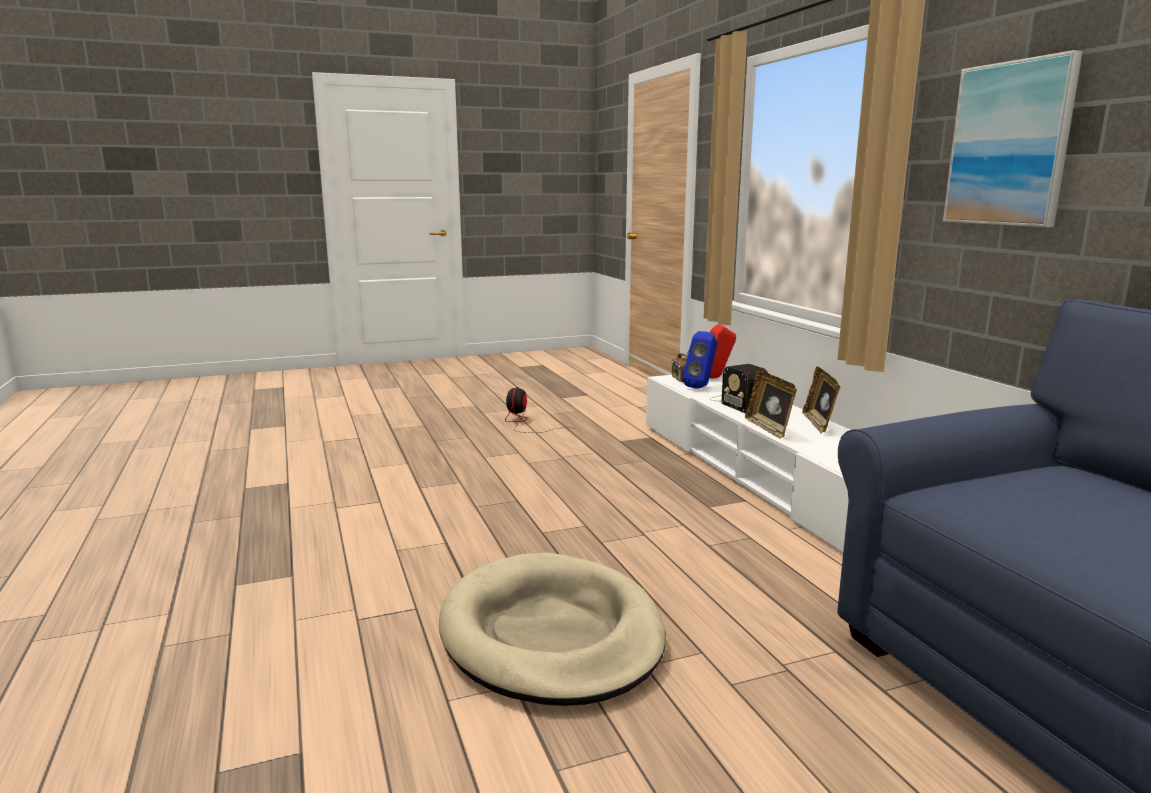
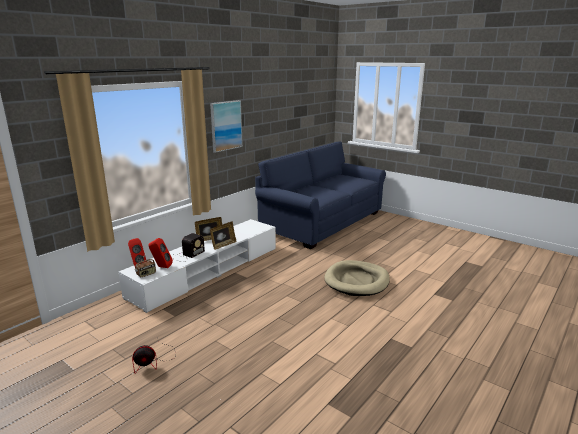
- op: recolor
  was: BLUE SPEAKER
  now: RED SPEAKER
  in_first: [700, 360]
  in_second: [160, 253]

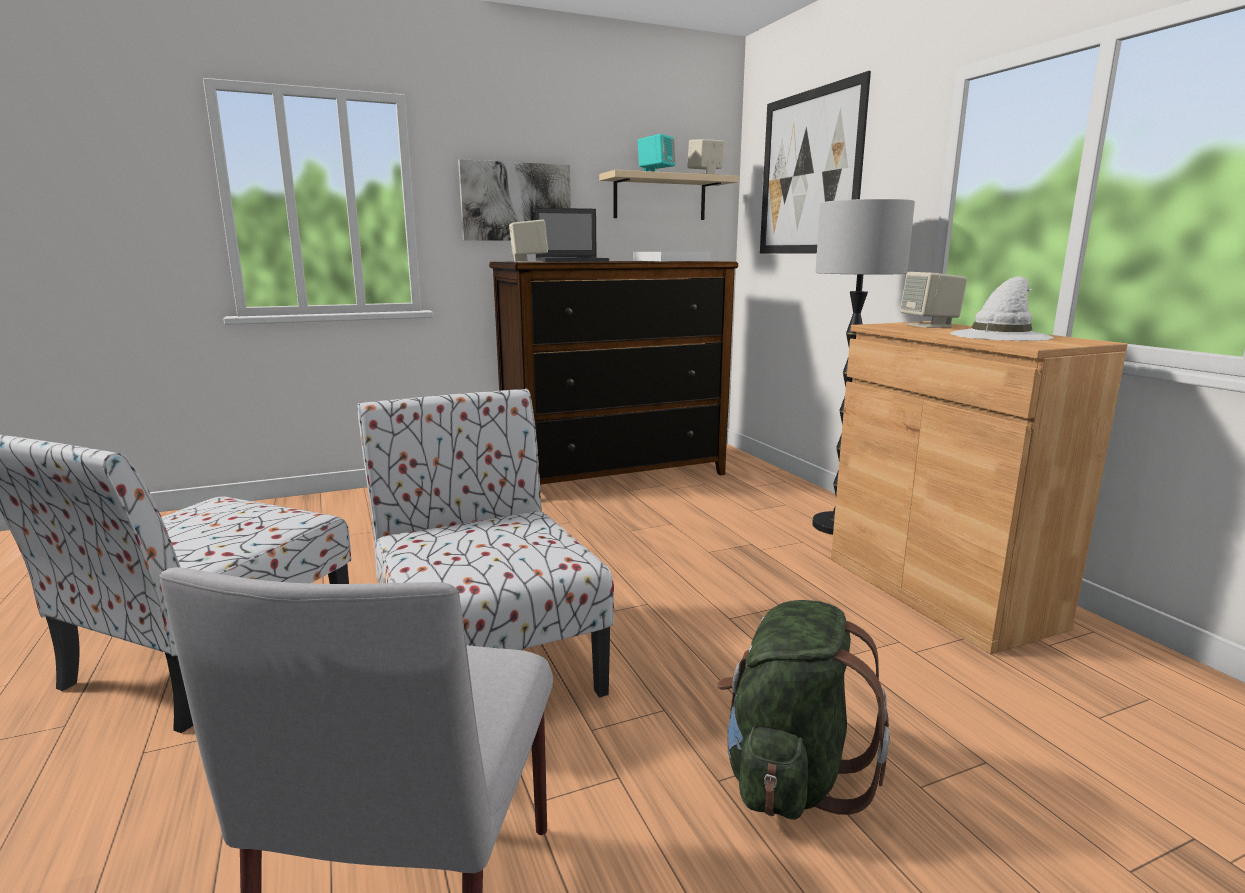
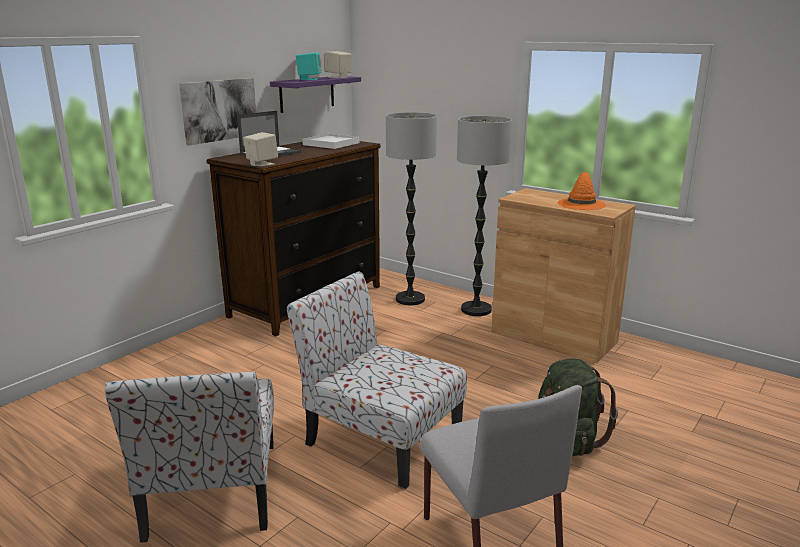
- op: recolor
  was: BEIGE SHELF
  now: PURPLE SHELF
  in_first: [668, 195]
  in_second: [315, 94]
- op: insert
  now: FLOOR LAMP
  in_second: [411, 208]
- op: recolor
  was: WHITE HAT
  now: ORANGE HAT
  in_first: [1002, 308]
  in_second: [582, 191]
- op: delete
  was: PICTURE
  in_first: [815, 162]
- op: delete
  was: BEIGE SPEAKER
  in_first: [933, 300]

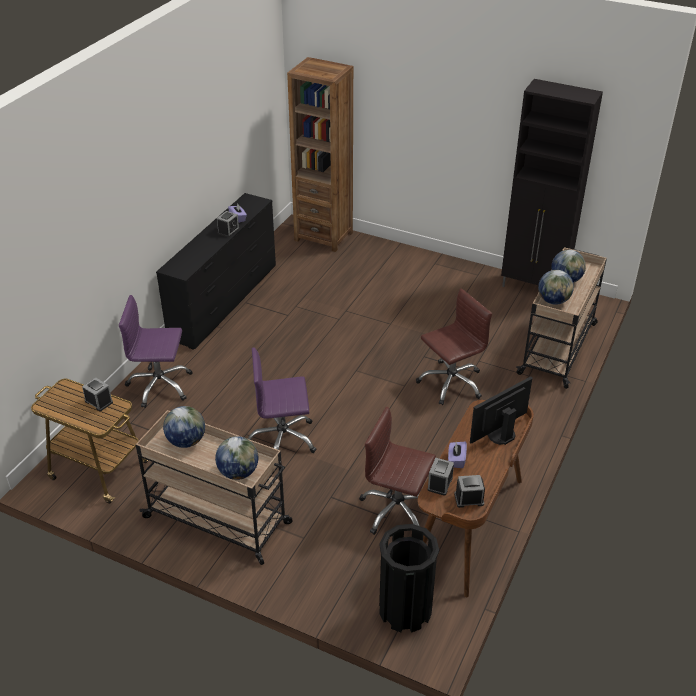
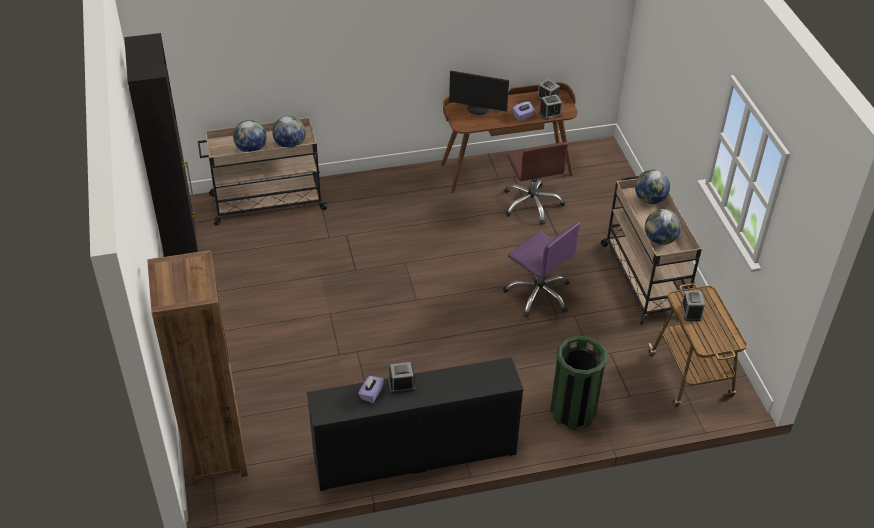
- op: replace
  was: PURPLE OFFICE CHAIR
  now: GREEN TRASH CAN
  in_first: [156, 351]
  in_second: [578, 382]
- op: delete
  was: BLACK TRASH CAN
  in_first: [409, 578]
- op: delete
  was: BROWN OFFICE CHAIR
  in_first: [454, 346]

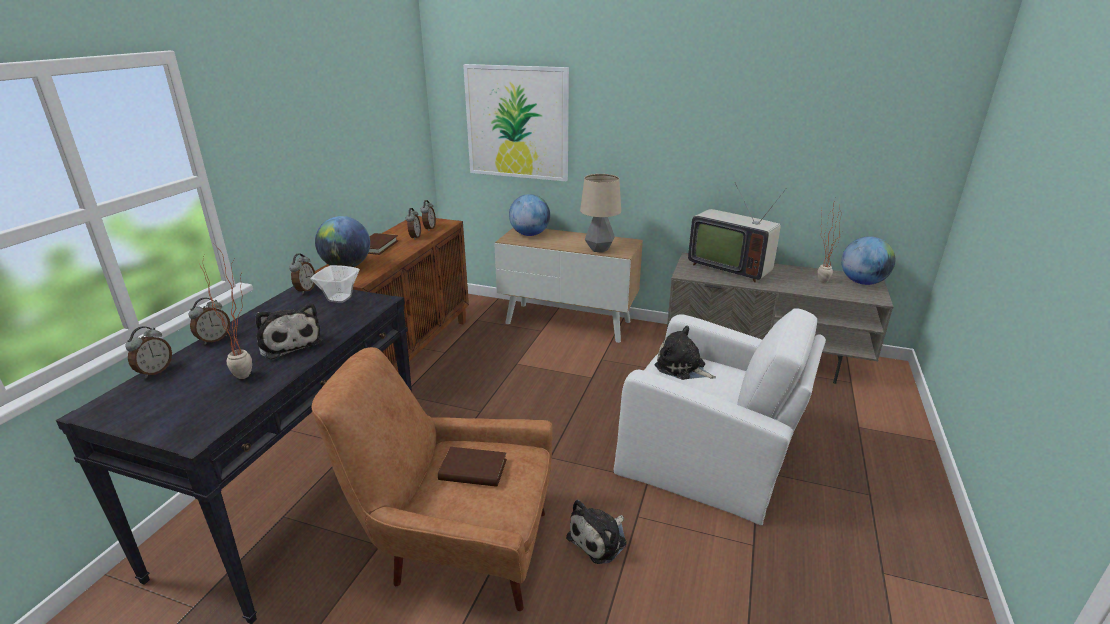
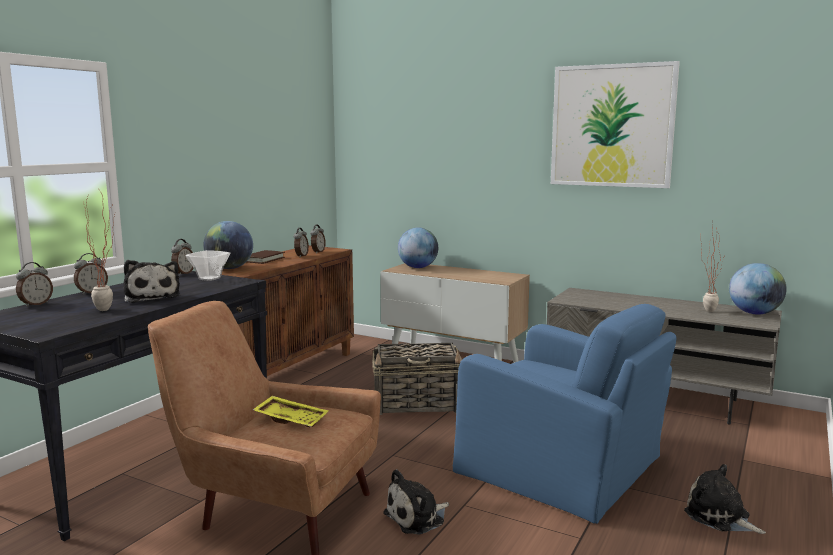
- op: replace
  was: BROWN BOOK
  now: YELLOW TRAY
  in_first: [472, 467]
  in_second: [290, 411]
- op: insert
  now: BASKET
  in_second: [417, 379]
- op: recolor
  was: WHITE ARMCHAIR
  now: BLUE ARMCHAIR
  in_first: [720, 417]
  in_second: [564, 414]
- op: move
  was: PICTURE
  in_first: [516, 122]
  in_second: [615, 124]
- op: move
  was: PLUSH TOY
  in_first: [685, 353]
  in_second: [725, 499]
- op: delete
  was: TABLE LAMP
  in_first: [600, 213]
- op: delete
  was: TELEVISION
  in_first: [737, 232]

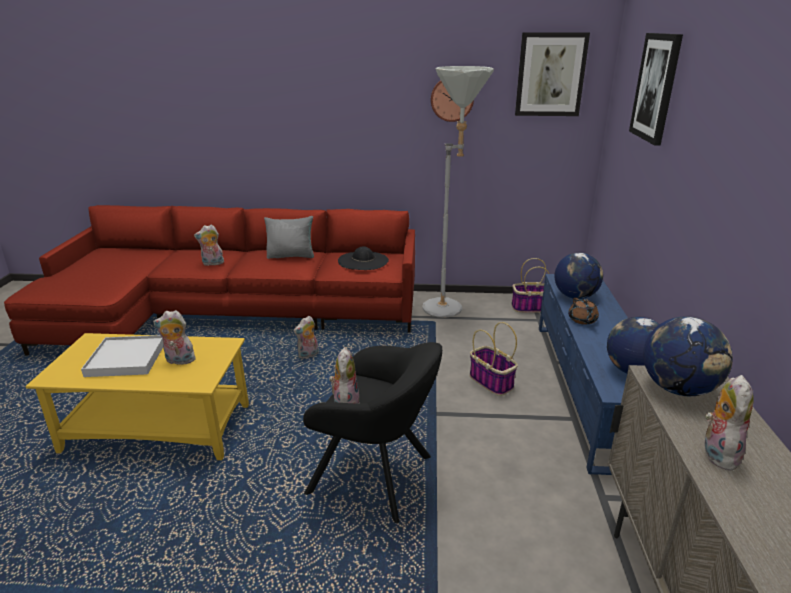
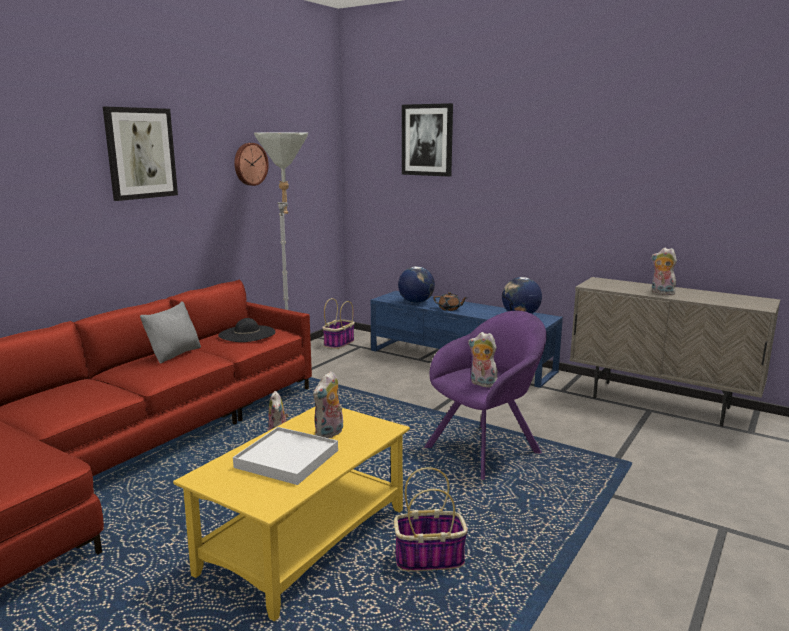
- op: move
  was: PICTURE
  in_first: [552, 74]
  in_second: [140, 154]
- op: move
  was: BASKET
  in_first: [494, 359]
  in_second: [431, 519]
- op: recolor
  was: BLACK ARMCHAIR
  now: PURPLE ARMCHAIR
  in_first: [372, 432]
  in_second: [485, 395]
- op: delete
  was: PLUSH TOY
  in_first: [209, 245]
- op: delete
  was: GLOBE
  in_first: [688, 356]

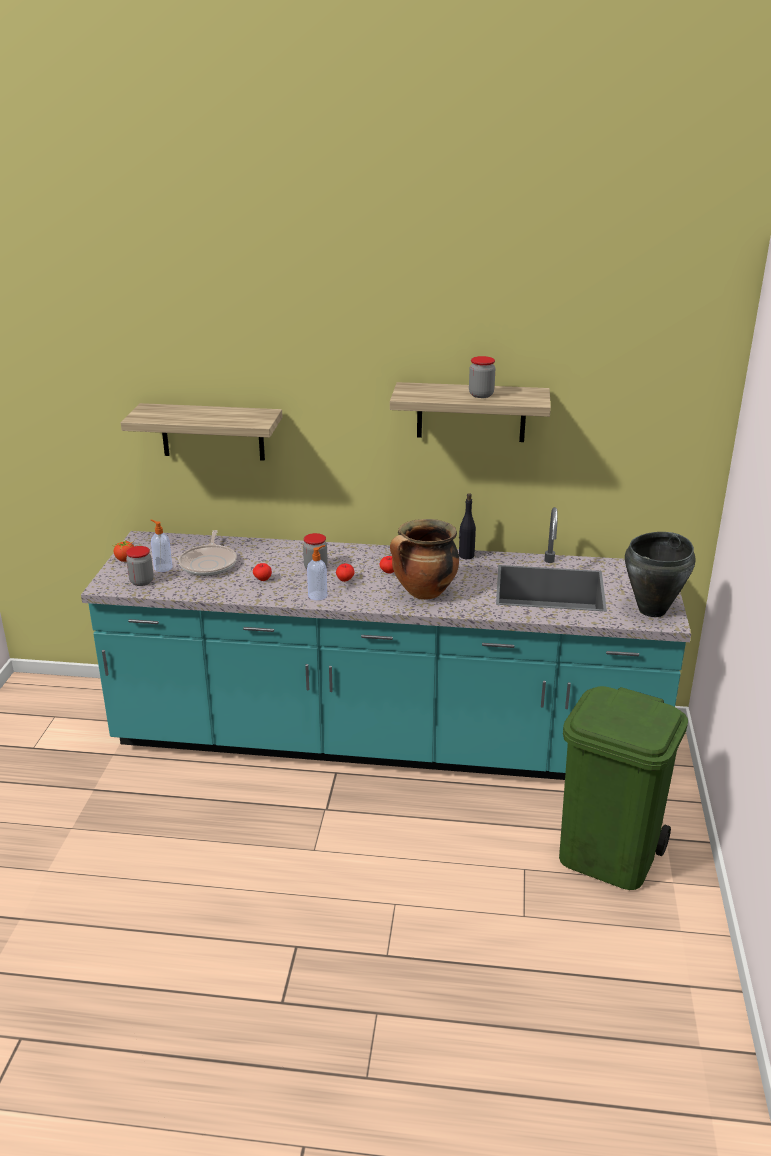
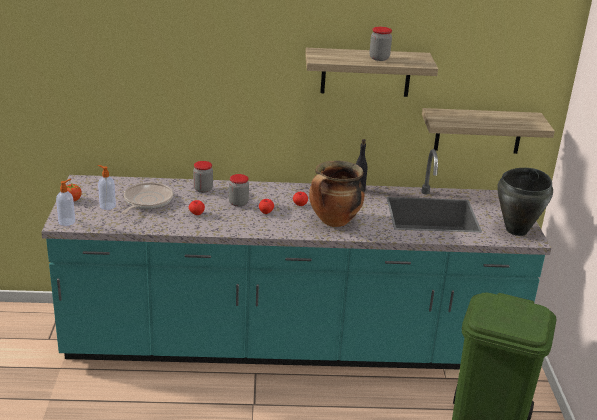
- op: move
  was: SOAP DISPENSER
  in_first: [317, 572]
  in_second: [65, 202]
- op: rotate
  was: FRYING PAN
  in_first: [208, 553]
  in_second: [147, 198]
  clockwise: -150
- op: move
  was: JAR
  in_first: [140, 566]
  in_second: [203, 177]
- op: move
  was: SHELF
  in_first: [201, 432]
  in_second: [488, 131]

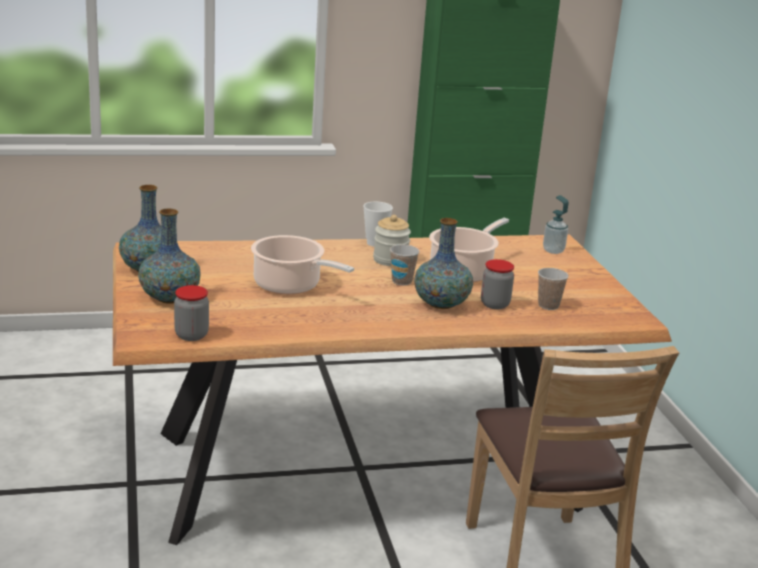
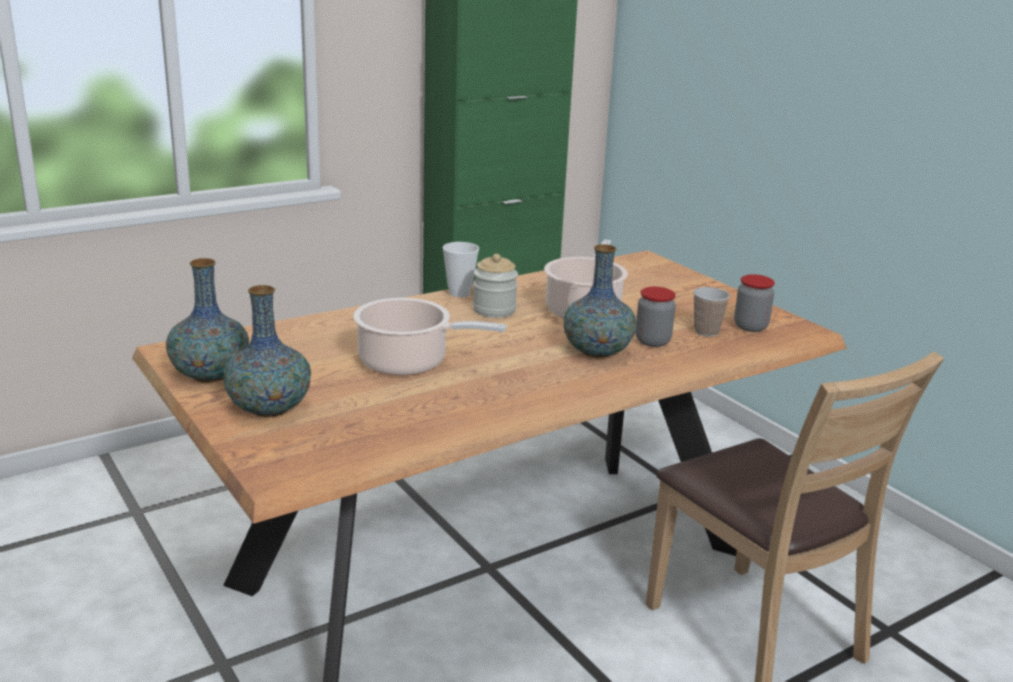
- op: move
  was: JAR
  in_first: [191, 313]
  in_second: [754, 303]
- op: delete
  was: CUP
  in_first: [405, 265]
- op: delete
  was: SOAP DISPENSER
  in_first: [556, 224]

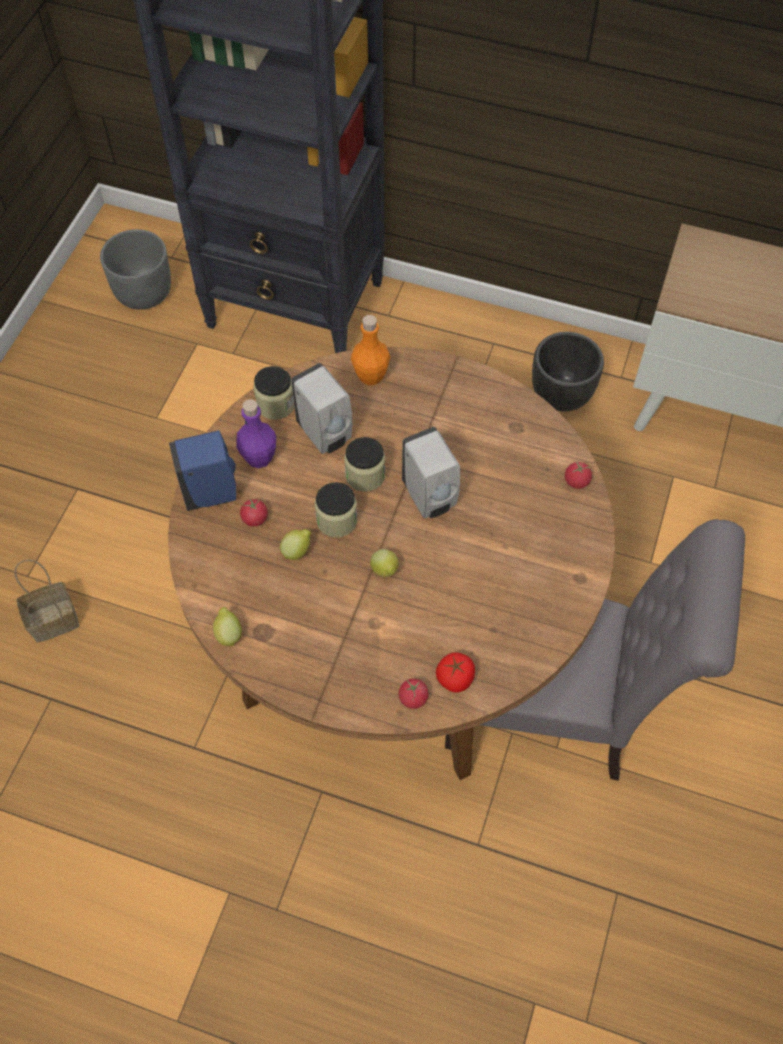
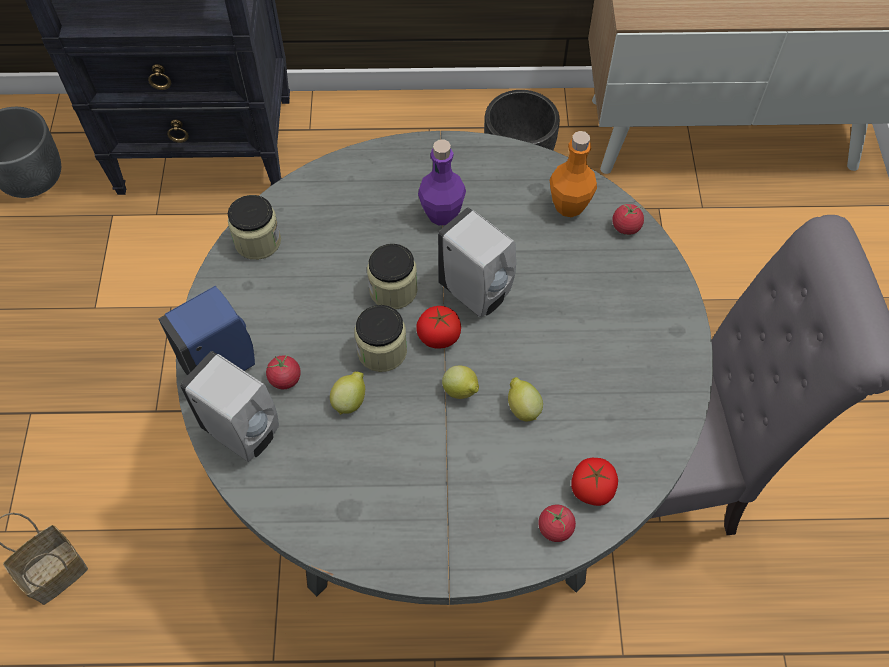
- op: recolor
  was: BROWN DINING TABLE
  now: GREY DINING TABLE
  in_first: [391, 563]
  in_second: [444, 368]
- op: move
  was: WHITE SOAP DISPENSER
  in_first: [322, 408]
  in_second: [229, 406]
- op: insert
  now: TOMATO
  in_second: [438, 327]
- op: move
  was: PURPLE BOTTLE
  in_first: [256, 433]
  in_second: [442, 182]
- op: move
  was: LEMON
  in_first: [227, 627]
  in_second: [525, 399]
- op: move
  was: ORANGE BOTTLE
  in_first: [370, 350]
  in_second: [573, 174]

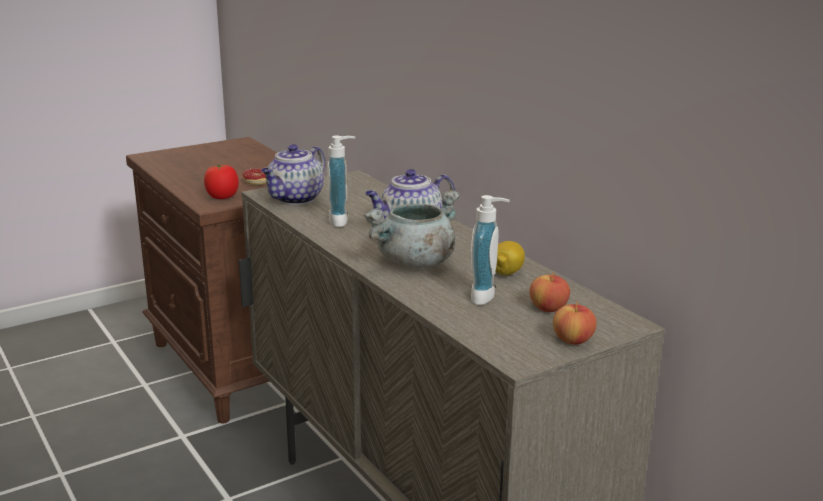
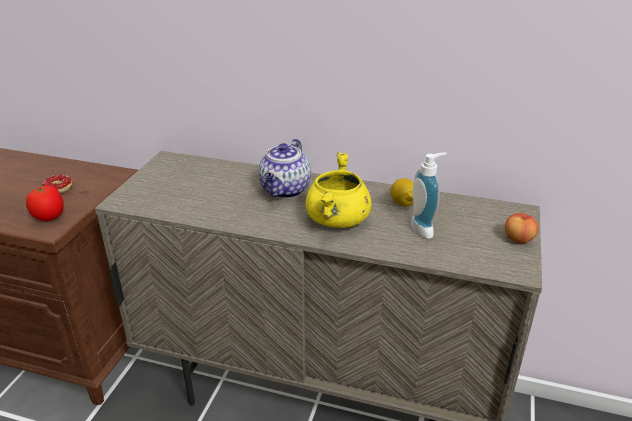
- op: recolor
  was: GREY COOKING POT
  now: YELLOW COOKING POT
  in_first: [412, 229]
  in_second: [339, 190]
- op: delete
  was: TEAPOT
  in_first: [293, 174]
- op: delete
  was: SOAP DISPENSER
  in_first: [341, 181]
- op: delete
  was: APPLE
  in_first: [549, 292]

